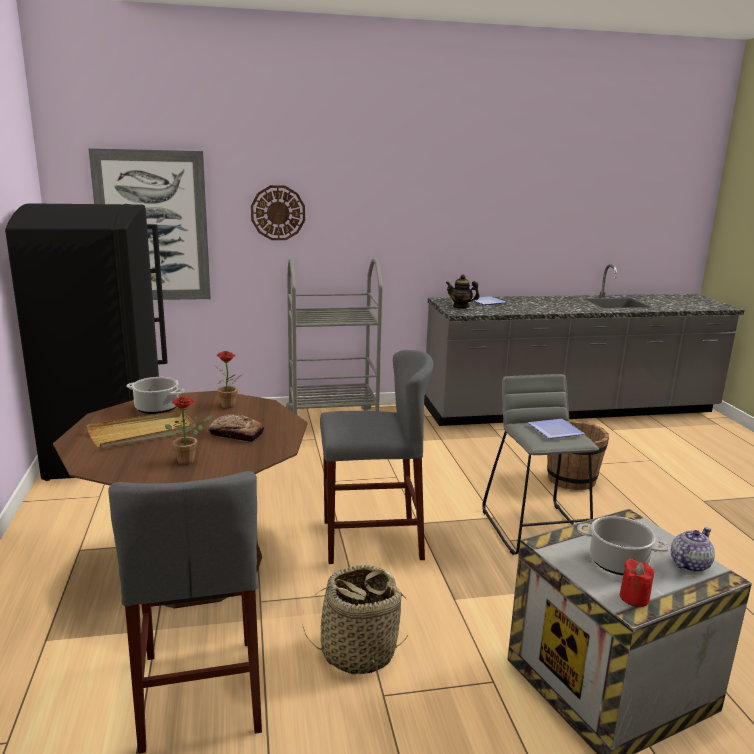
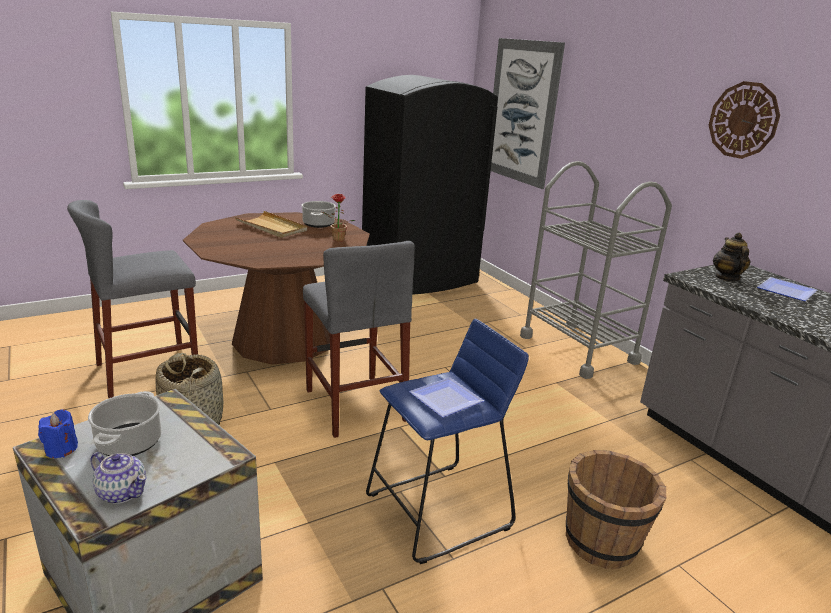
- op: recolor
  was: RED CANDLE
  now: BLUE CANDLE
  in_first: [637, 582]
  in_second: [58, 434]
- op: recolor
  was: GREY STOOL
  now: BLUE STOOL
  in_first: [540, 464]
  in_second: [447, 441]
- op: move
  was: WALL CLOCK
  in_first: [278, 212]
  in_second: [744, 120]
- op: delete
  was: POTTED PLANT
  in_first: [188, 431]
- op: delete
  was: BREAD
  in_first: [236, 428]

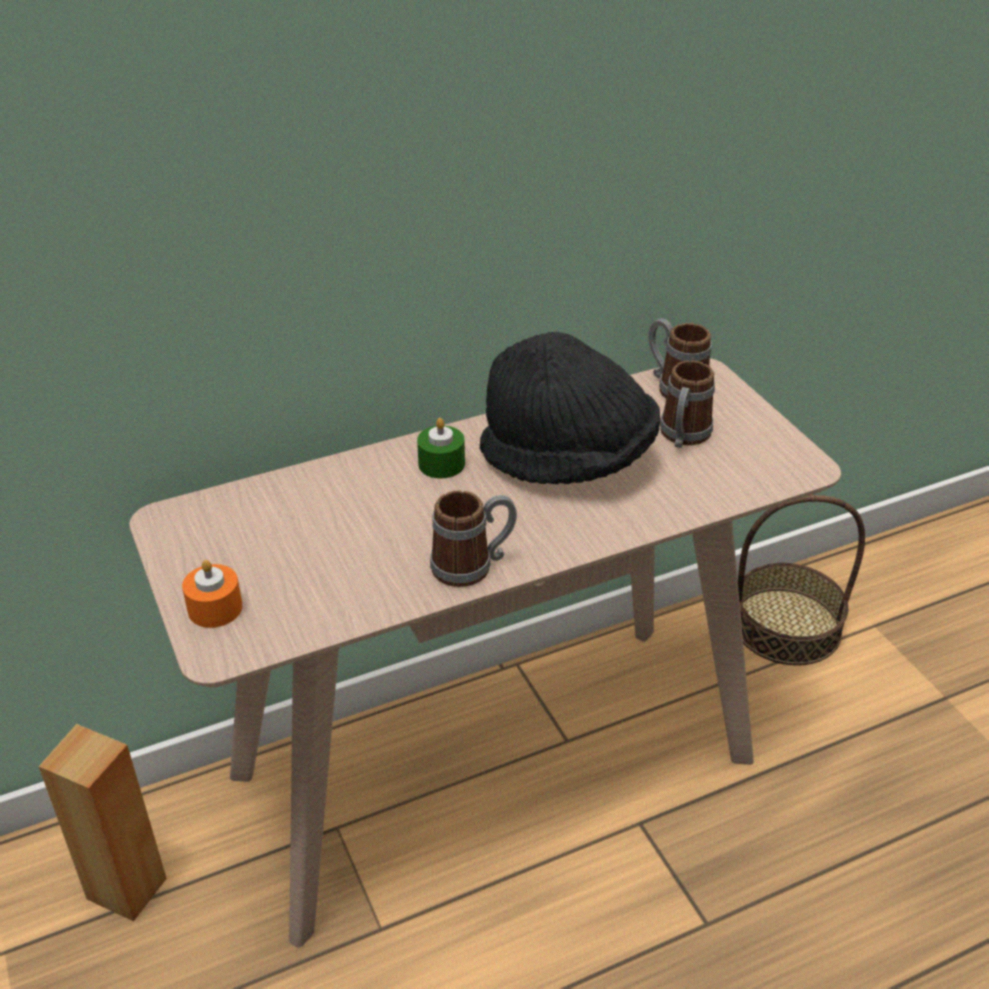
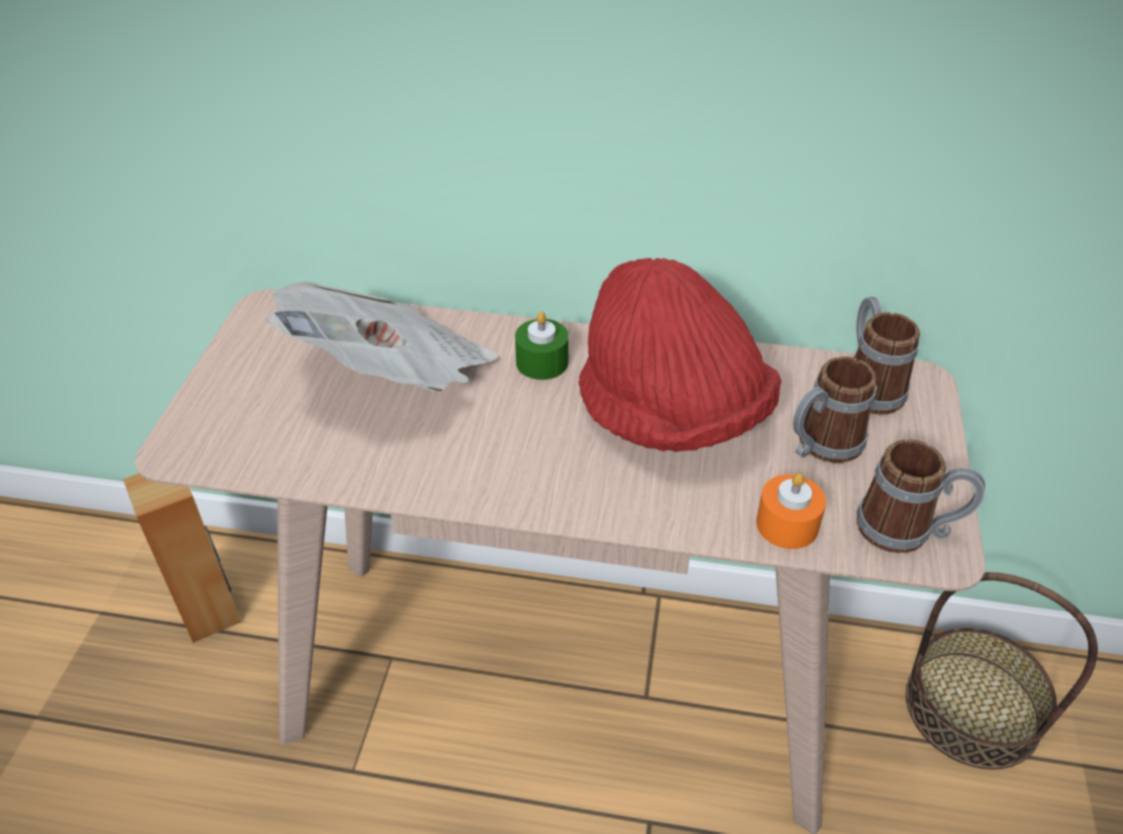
- op: insert
  now: NEWSPAPER
  in_second: [382, 336]
- op: recolor
  was: BLACK HAT
  now: RED HAT
  in_first: [570, 408]
  in_second: [679, 355]
- op: move
  was: ORANGE CANDLE
  in_first: [212, 594]
  in_second: [791, 511]
- op: move
  was: MUG
  in_first: [473, 538]
  in_second: [921, 496]

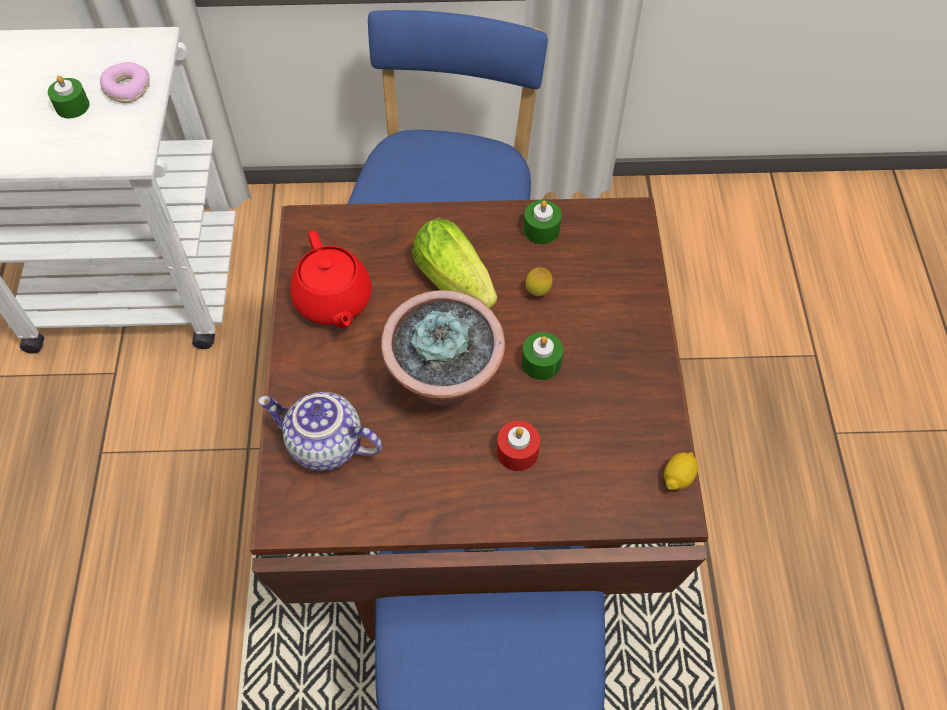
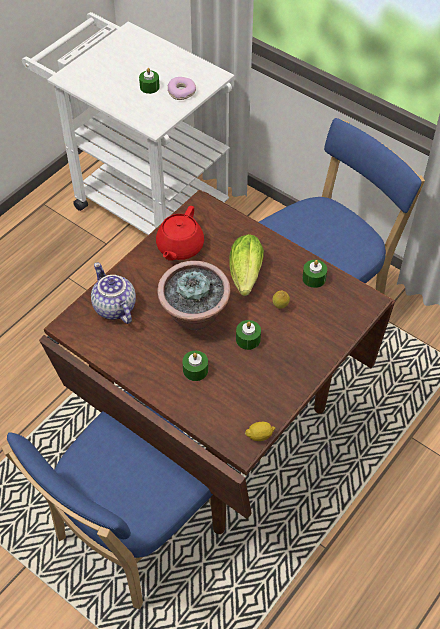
- op: recolor
  was: RED CANDLE
  now: GREEN CANDLE
  in_first: [518, 446]
  in_second: [195, 366]

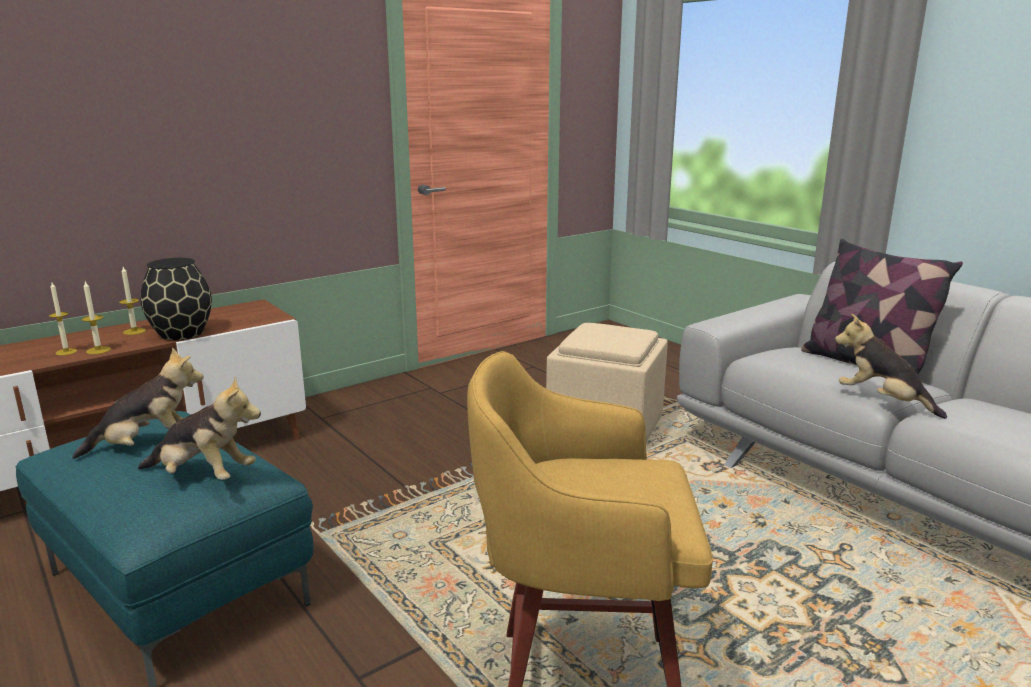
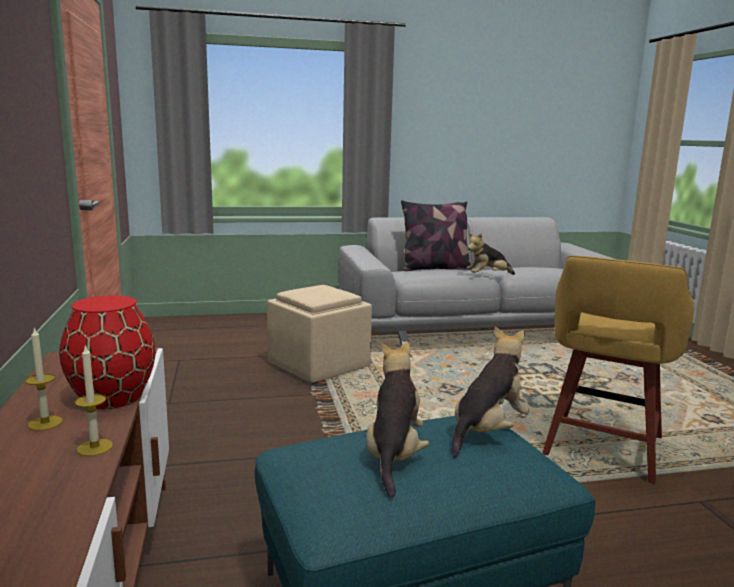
- op: recolor
  was: BLACK VASE
  now: RED VASE
  in_first: [176, 299]
  in_second: [107, 352]
- op: delete
  was: CANDLE
  in_first: [63, 319]

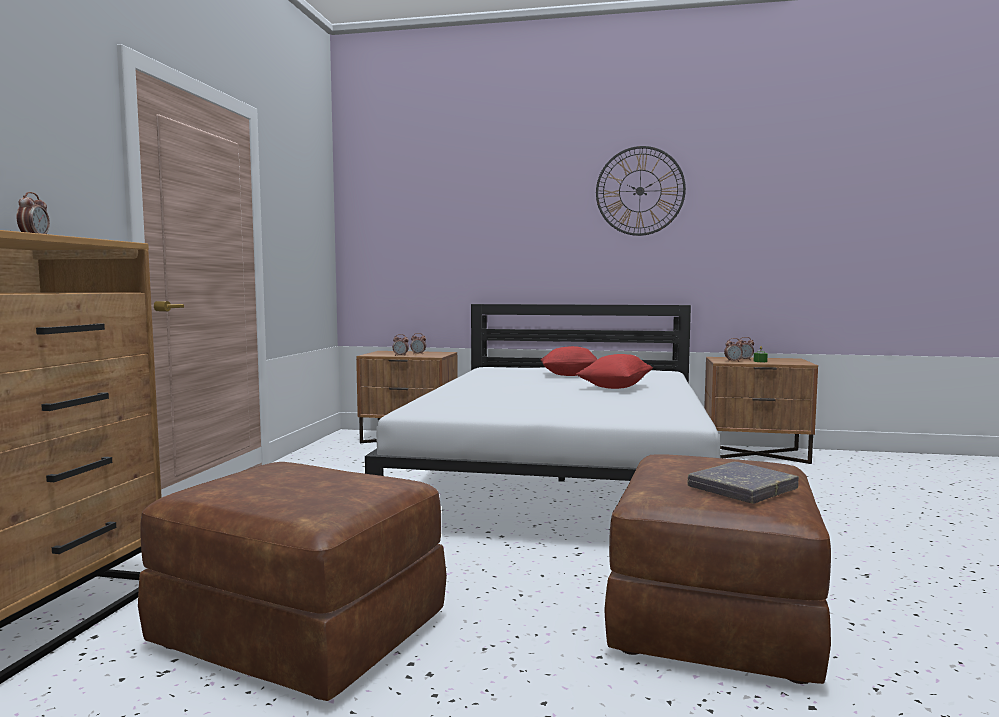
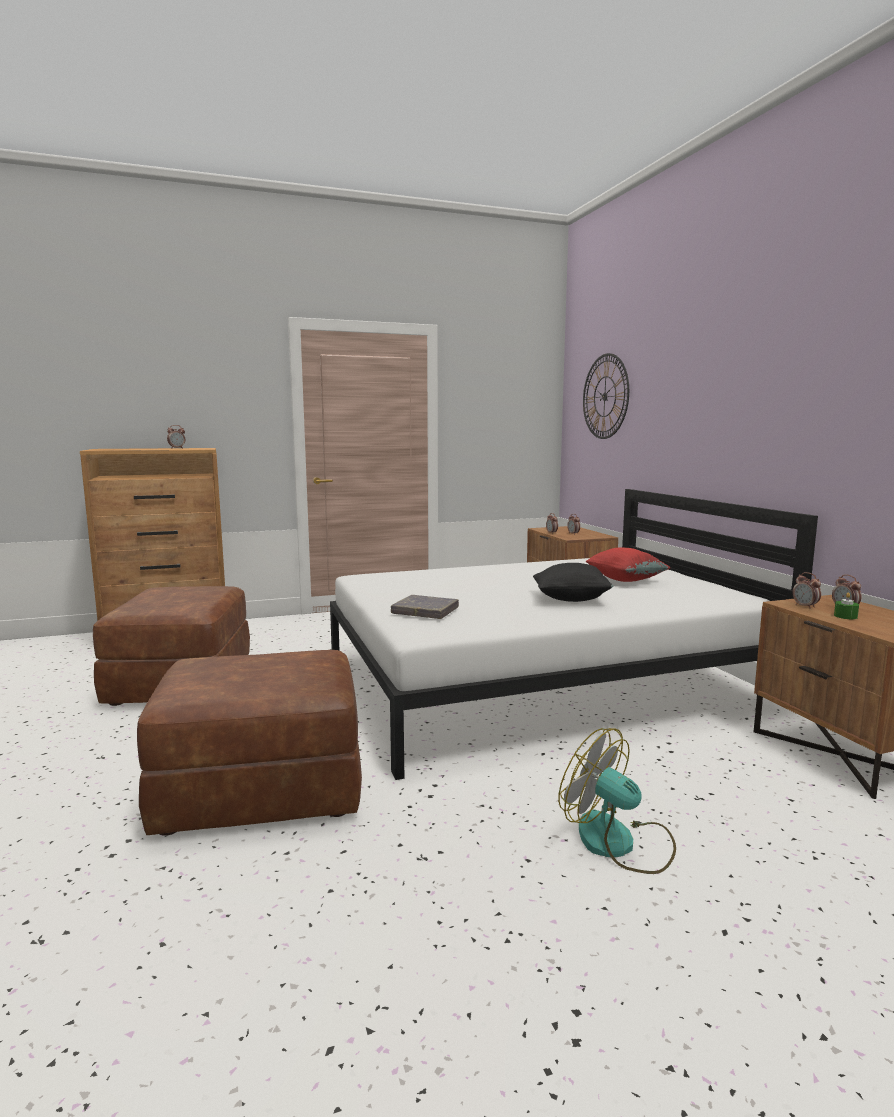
- op: move
  was: GREY BOOK
  in_first: [743, 483]
  in_second: [425, 607]
- op: recolor
  was: RED PILLOW
  now: BLACK PILLOW
  in_first: [614, 371]
  in_second: [573, 582]
- op: insert
  now: FAN
  in_second: [617, 801]
- op: move
  was: WALL CLOCK
  in_first: [641, 191]
  in_second: [606, 396]

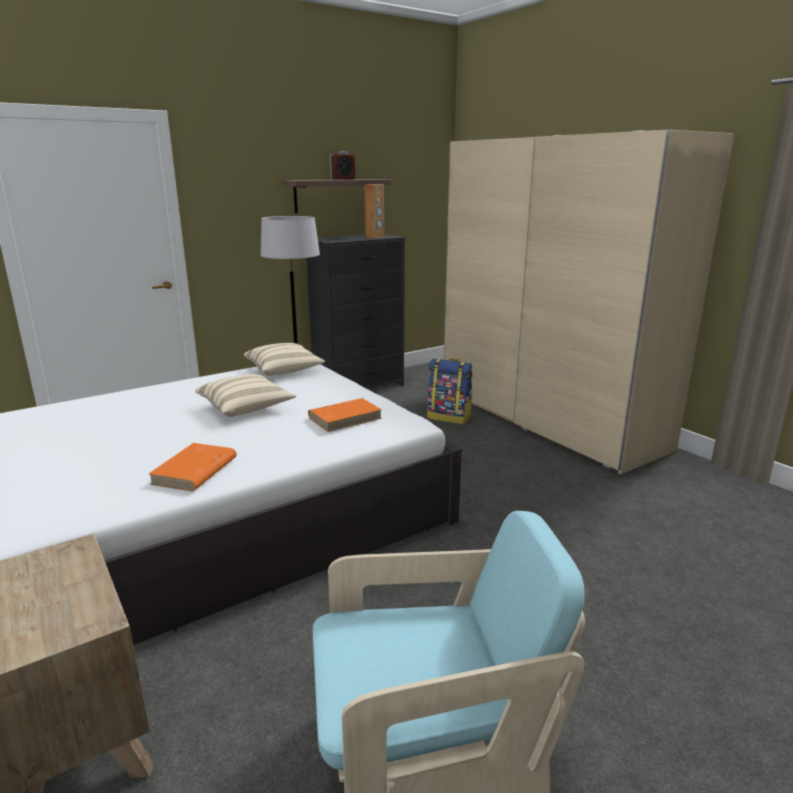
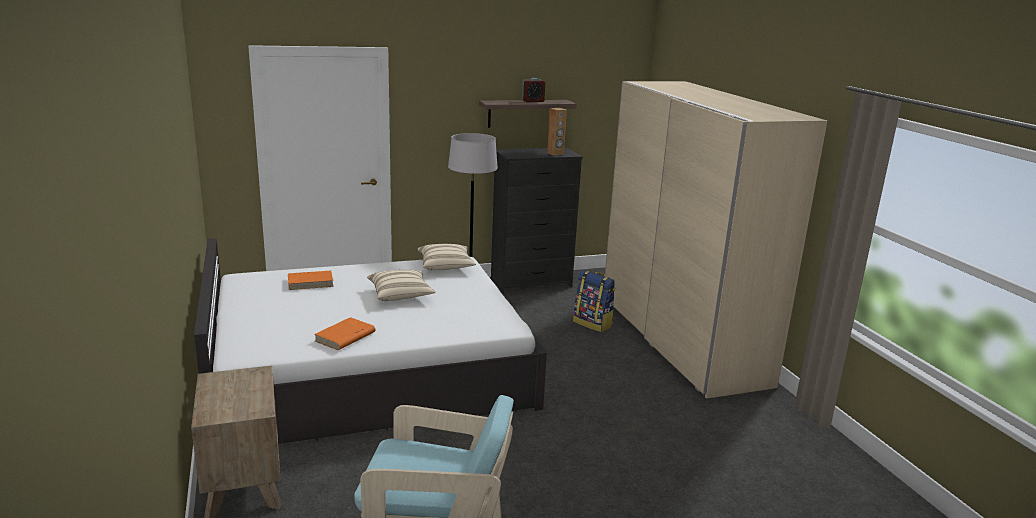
- op: move
  was: ORANGE BOOK
  in_first: [345, 415]
  in_second: [311, 280]

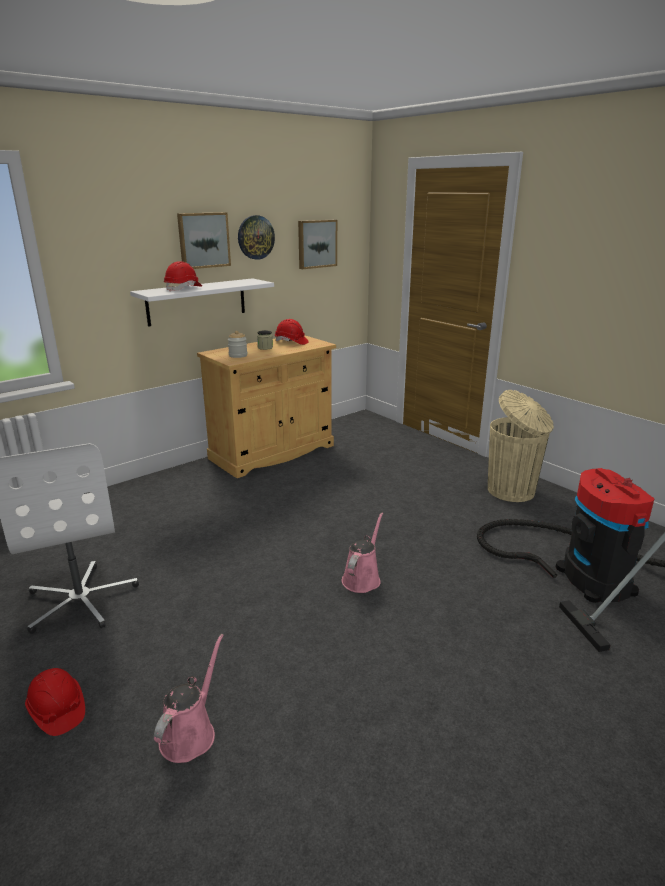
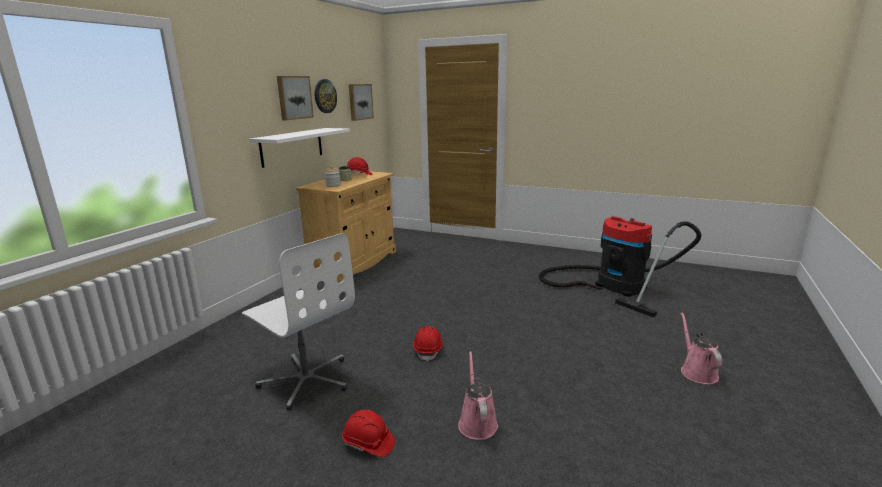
- op: move
  was: RED HARD HAT
  in_first: [183, 276]
  in_second: [428, 344]
- op: move
  was: PINK WATERING CAN
  in_first: [362, 552]
  in_second: [701, 348]
- op: delete
  was: BEIGE TRASH CAN
  in_first: [521, 446]

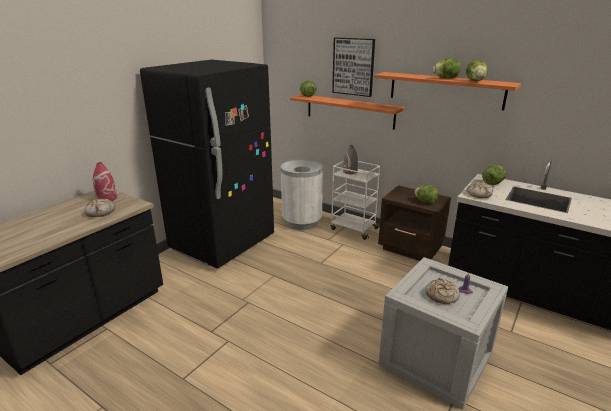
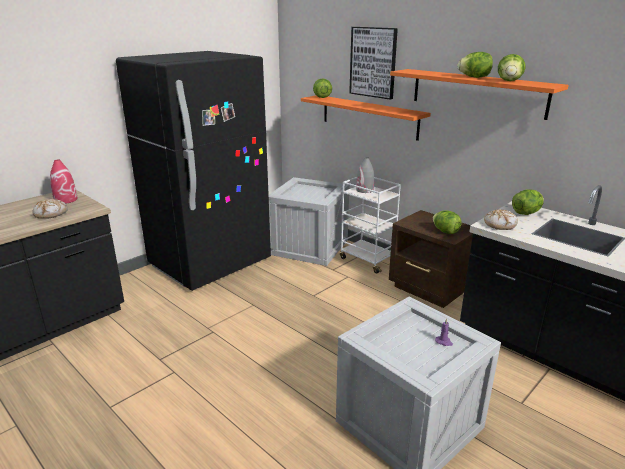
- op: replace
  was: WHITE TRASH CAN
  now: CRATE
  in_first: [302, 194]
  in_second: [309, 221]
- op: delete
  was: BREAD
  in_first: [442, 291]

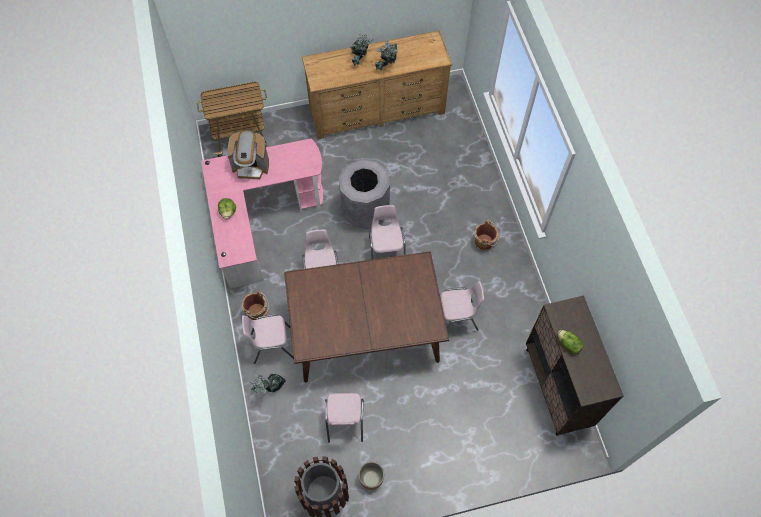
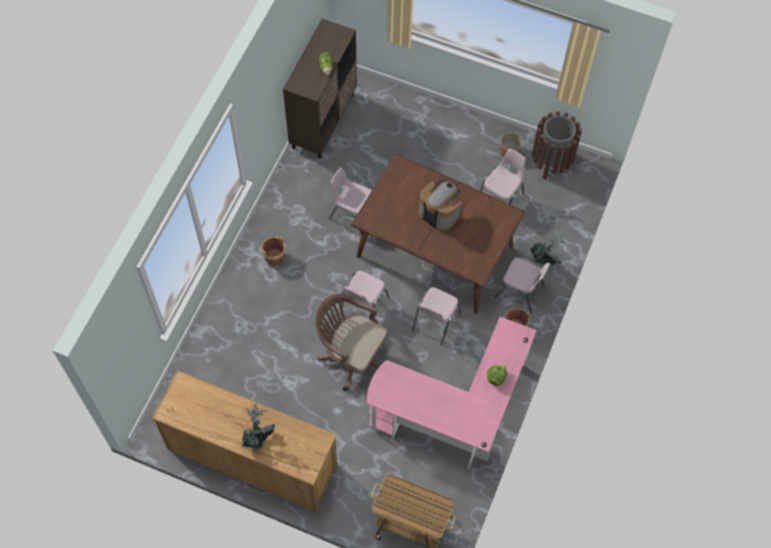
- op: replace
  was: GREY TRASH CAN
  now: BROWN OFFICE CHAIR
  in_first: [364, 194]
  in_second: [351, 342]
- op: move
  was: COFFEE MACHINE
  in_first: [248, 154]
  in_second: [440, 205]
- op: delete
  was: POTTED PLANT
  in_first: [386, 55]

